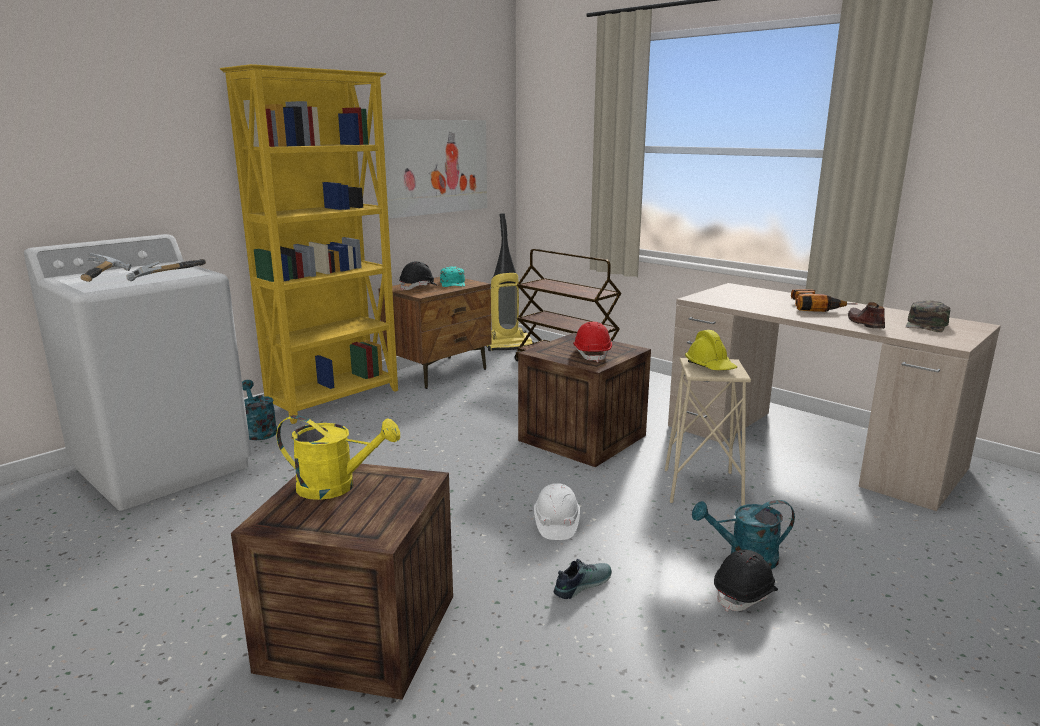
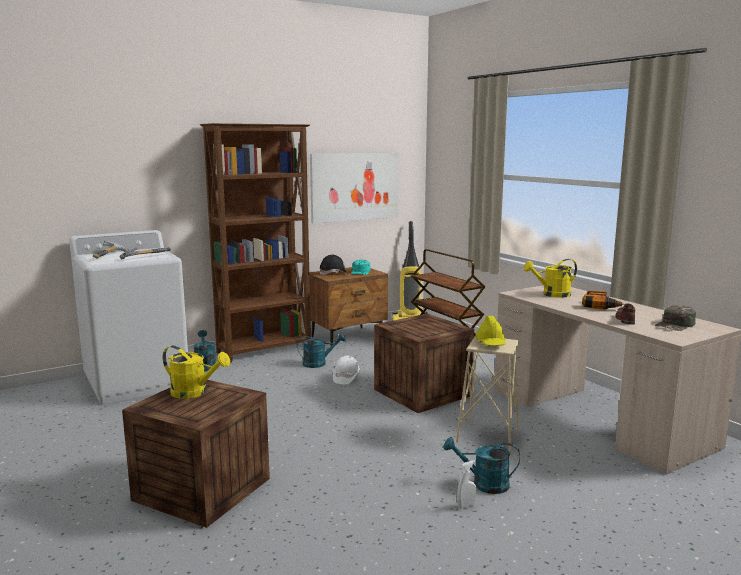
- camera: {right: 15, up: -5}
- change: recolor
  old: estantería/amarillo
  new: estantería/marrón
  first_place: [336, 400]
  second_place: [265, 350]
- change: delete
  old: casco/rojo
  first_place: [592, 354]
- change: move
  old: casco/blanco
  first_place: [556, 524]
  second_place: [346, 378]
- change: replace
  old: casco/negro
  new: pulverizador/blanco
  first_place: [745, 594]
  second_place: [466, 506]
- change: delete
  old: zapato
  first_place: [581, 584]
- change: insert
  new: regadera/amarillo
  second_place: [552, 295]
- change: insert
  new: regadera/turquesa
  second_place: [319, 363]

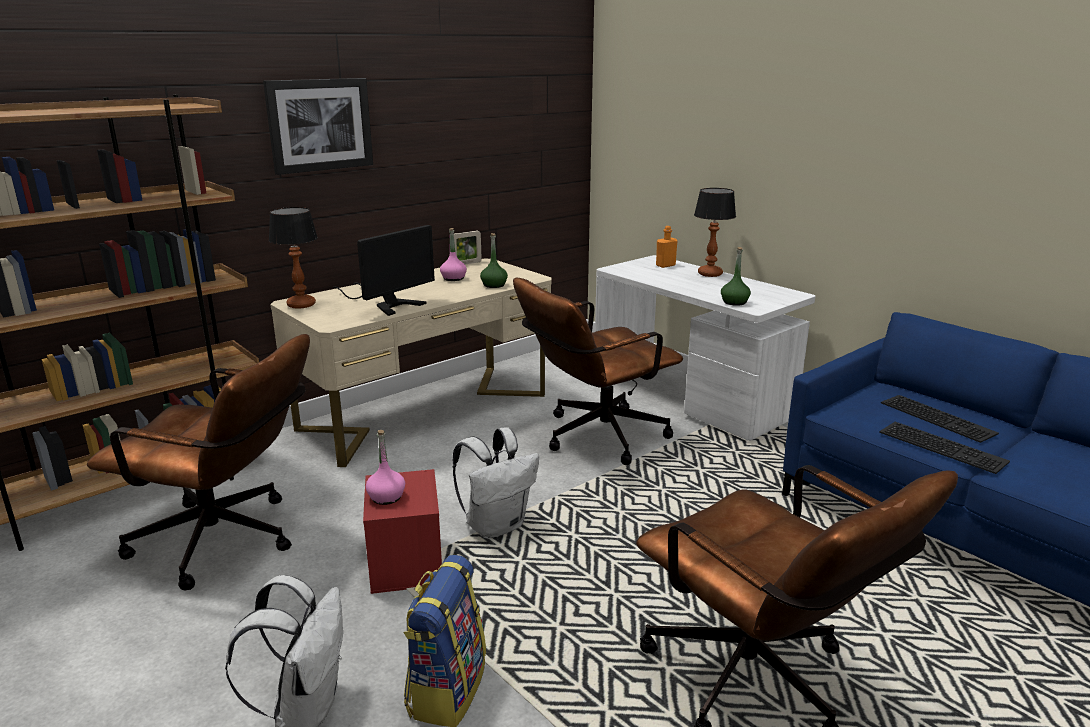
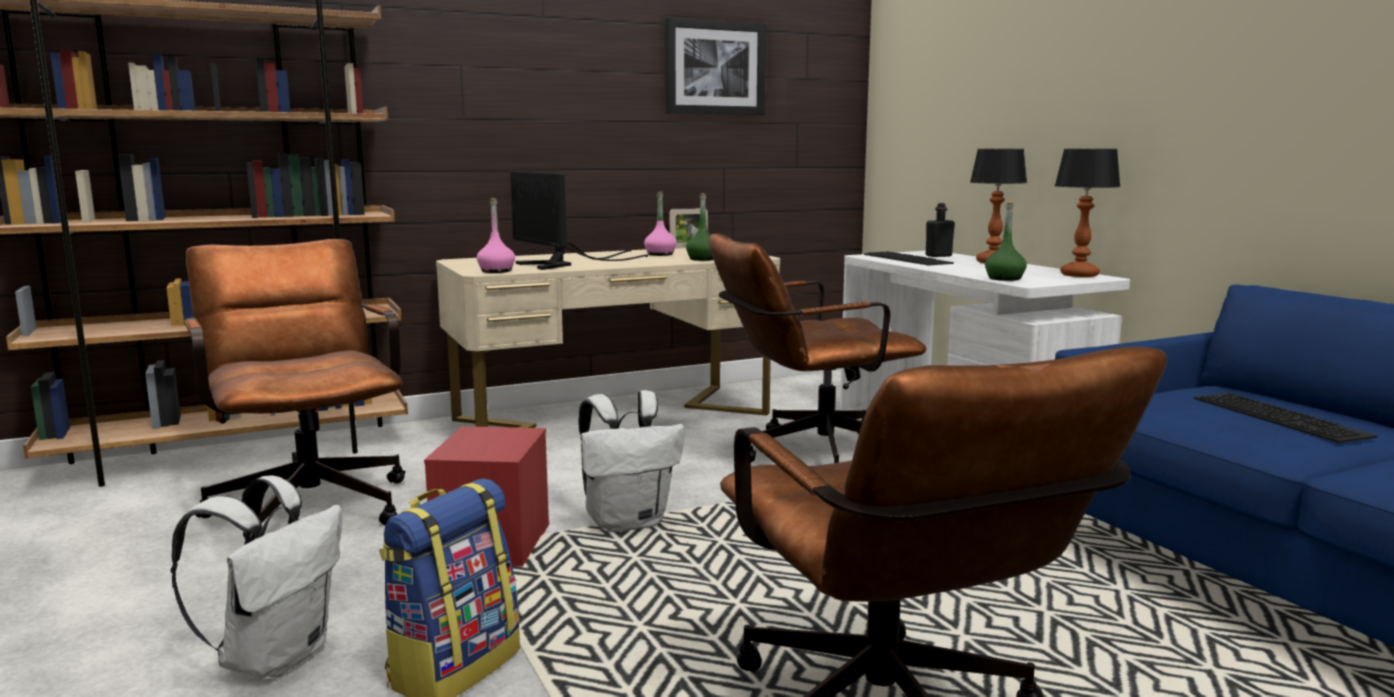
- camera: {right: 15, up: -10}
- change: move
  old: cuadro
  first_place: [320, 125]
  second_place: [715, 68]
- change: move
  old: lámpara de mesa
  first_place: [302, 305]
  second_place: [1080, 275]
- change: rotate
  old: monitor
  first_place: [387, 303]
  second_place: [562, 264]
  degrees: 90
- change: recolor
  old: botella/naranja
  new: botella/negro
  first_place: [665, 265]
  second_place: [938, 256]
- change: rotate
  old: silla de oficina/marrón
  first_place: [228, 542]
  second_place: [309, 503]
  degrees: -150
- change: move
  old: teclado
  first_place: [944, 446]
  second_place: [909, 259]
- change: move
  old: botella/rosa
  first_place: [386, 497]
  second_place: [496, 271]

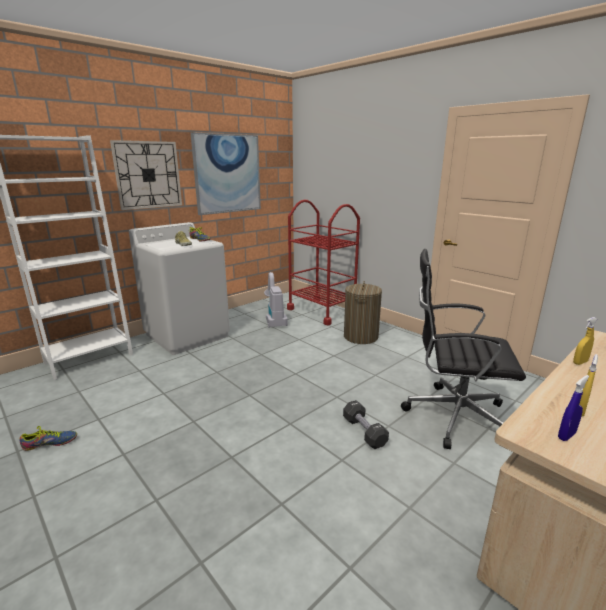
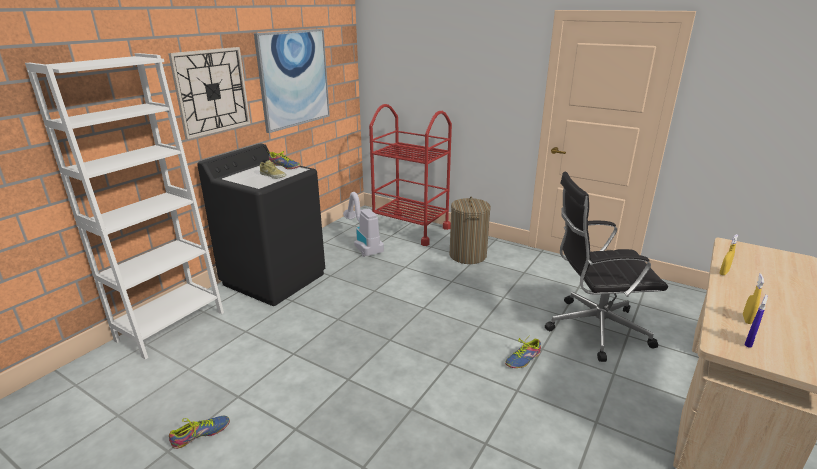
- camera: {right: -15, up: 5}
- change: recolor
  old: lavadora/blanco
  new: lavadora/negro
  first_place: [187, 335]
  second_place: [274, 279]
- change: replace
  old: mancuerna/negro
  new: zapato
  first_place: [364, 432]
  second_place: [523, 359]

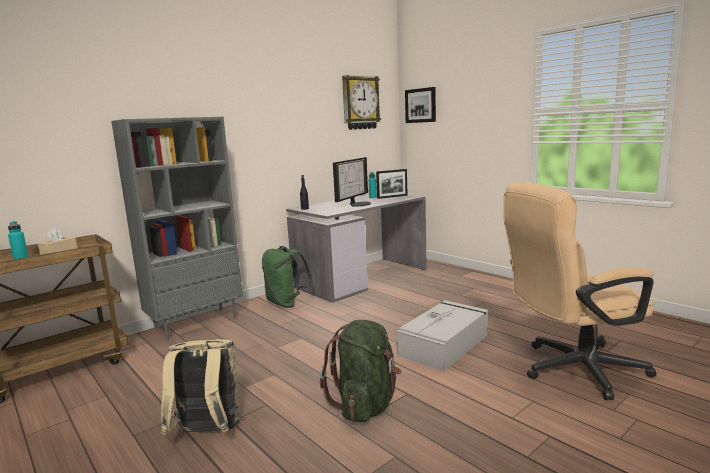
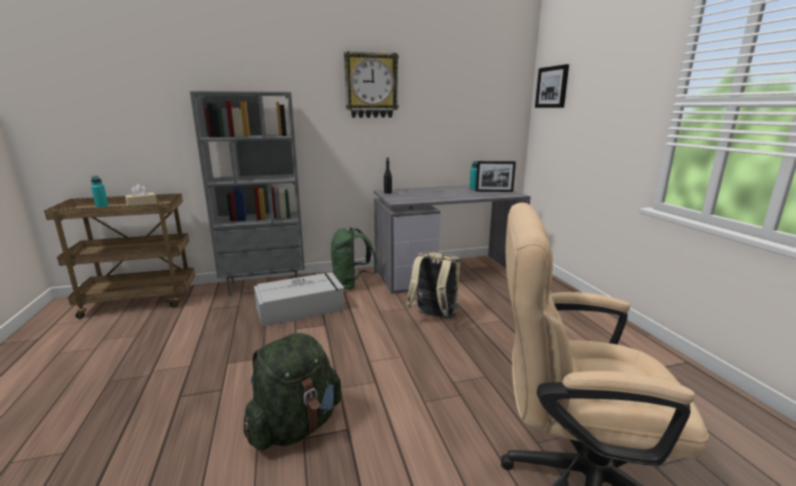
- camera: {right: 25, up: 5}
- change: move
  old: reloj de pared
  first_place: [360, 103]
  second_place: [371, 86]
- change: delete
  old: monitor
  first_place: [358, 204]
- change: move
  old: caja de almacenaje/gris
  first_place: [445, 344]
  second_place: [301, 308]
- change: move
  old: mochila/beis
  first_place: [208, 433]
  second_place: [434, 317]

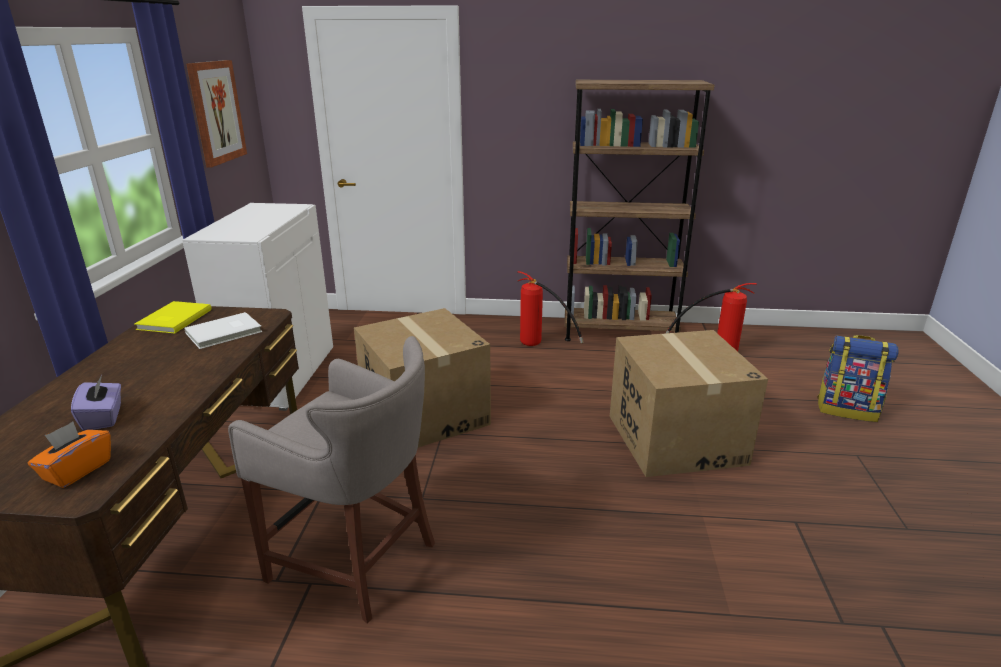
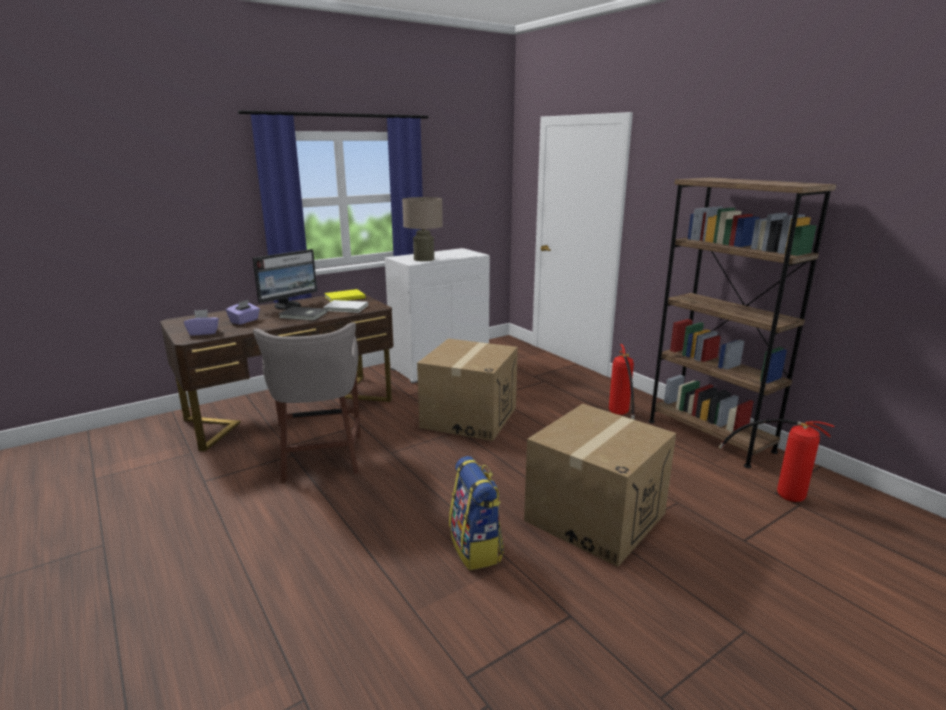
- camera: {right: 50, up: -5}
- change: delete
  old: cuadro
  first_place: [216, 112]
- change: move
  old: mochila
  first_place: [847, 409]
  second_place: [476, 548]
- change: recolor
  old: caja de pañuelos/naranja
  new: caja de pañuelos/morado
  first_place: [77, 470]
  second_place: [203, 332]
- change: insert
  new: lámpara de mesa/beis
  second_place: [423, 259]
- change: insert
  new: monitor
  second_place: [288, 306]
- change: insert
  new: libro/gris
  second_place: [303, 315]

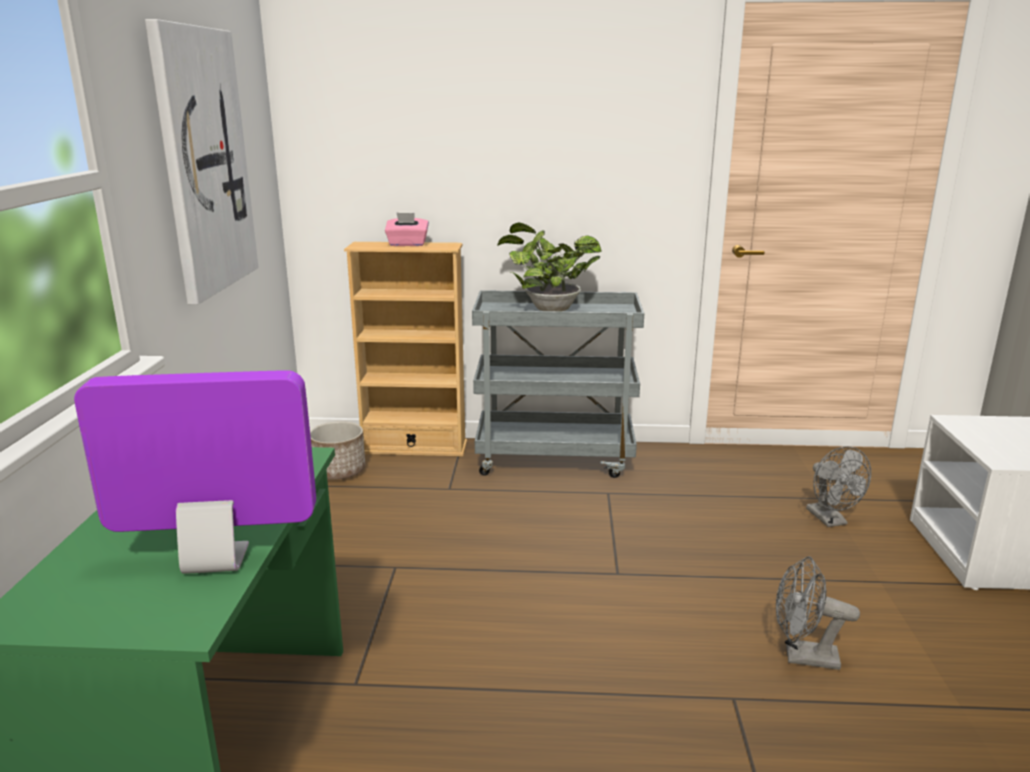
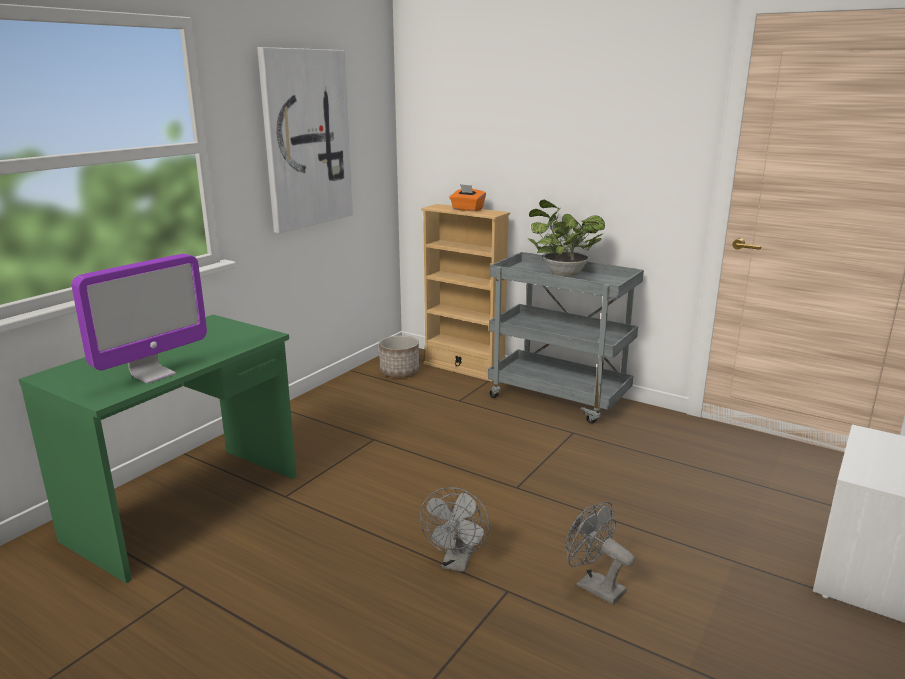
- camera: {right: 30, up: 0}
- change: recolor
  old: caja de pañuelos/rosa
  new: caja de pañuelos/naranja
  first_place: [407, 244]
  second_place: [467, 209]
- change: rotate
  old: monitor
  first_place: [216, 560]
  second_place: [153, 374]
  degrees: 105
- change: move
  old: ventilador/gris
  first_place: [830, 520]
  second_place: [457, 563]

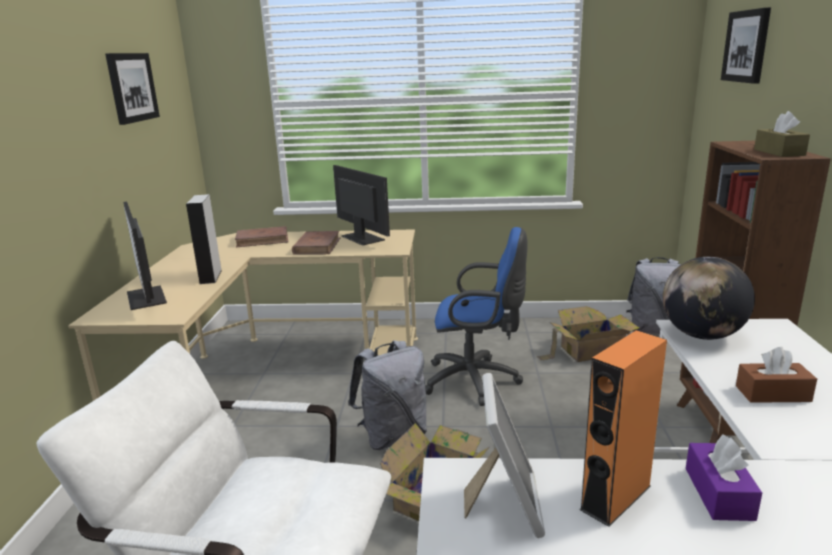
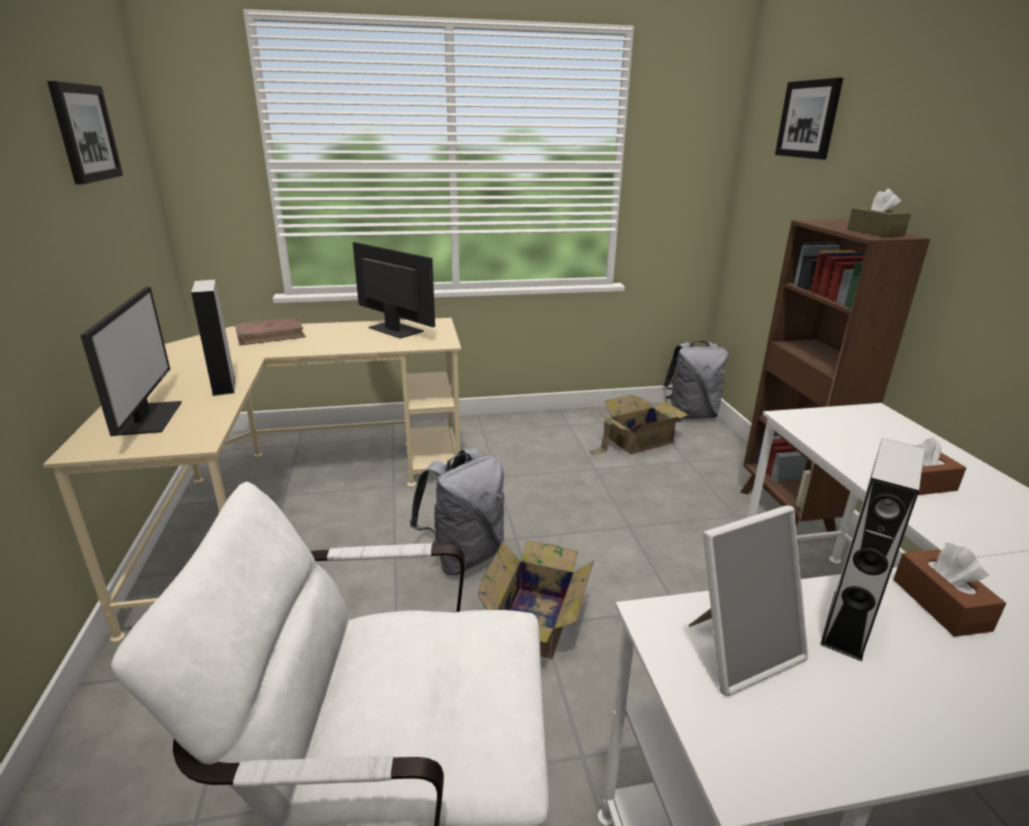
- camera: {right: -15, up: 5}
- change: rotate
  old: monitor
  first_place: [147, 297]
  second_place: [147, 417]
  degrees: -150
- change: delete
  old: silla de oficina/azul
  first_place: [476, 381]
- change: delete
  old: libro/marrón
  first_place: [317, 246]
- change: delete
  old: globo terráqueo
  first_place: [701, 335]
- change: recolor
  old: altavoz/naranja
  new: altavoz/gris
  first_place: [615, 497]
  second_place: [847, 624]
- change: rotate
  old: portarretratos
  first_place: [504, 504]
  second_place: [739, 650]
  degrees: 75
- change: recolor
  old: caja de pañuelos/morado
  new: caja de pañuelos/marrón
  first_place: [719, 493]
  second_place: [940, 604]

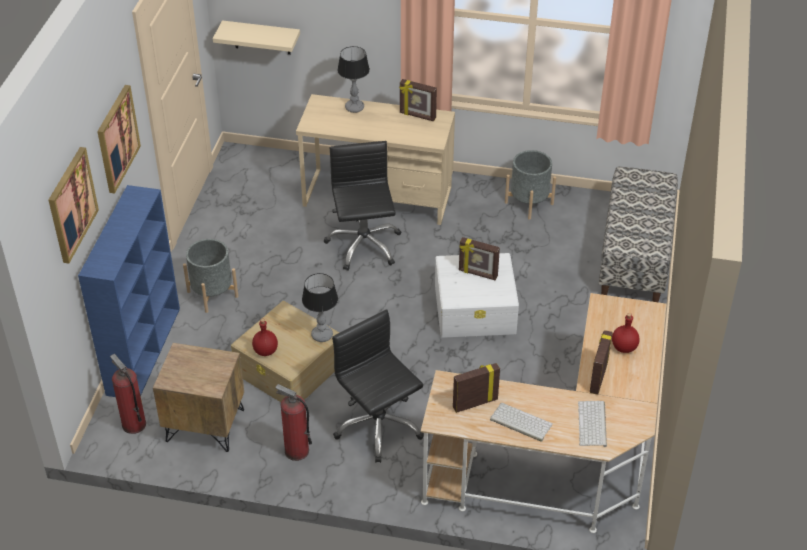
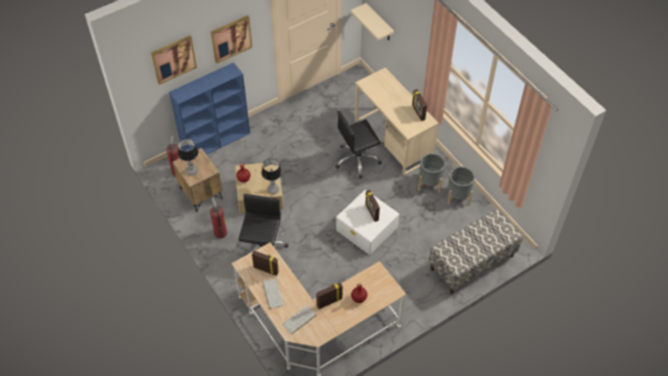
- camera: {right: 45, up: 10}
- change: move
  old: lámpara de mesa
  first_place: [354, 108]
  second_place: [191, 171]
- change: rotate
  old: silla de oficina/negro
  first_place: [363, 245]
  second_place: [357, 160]
  degrees: -150
- change: move
  old: maceta/gris
  first_place: [212, 294]
  second_place: [429, 182]

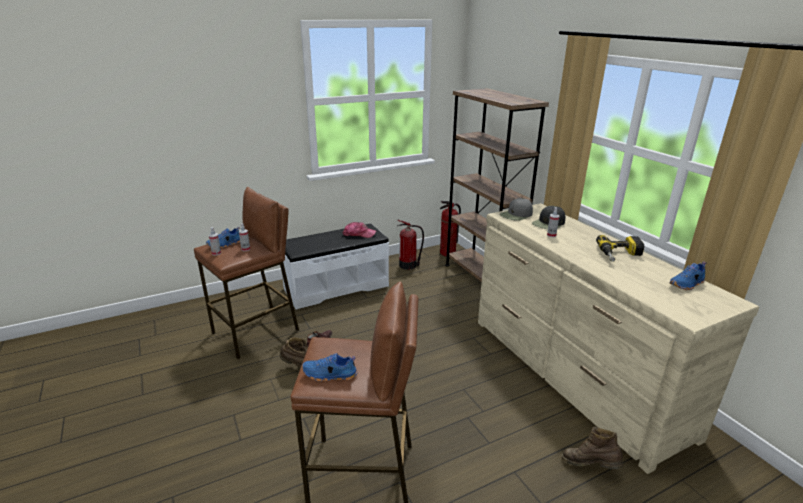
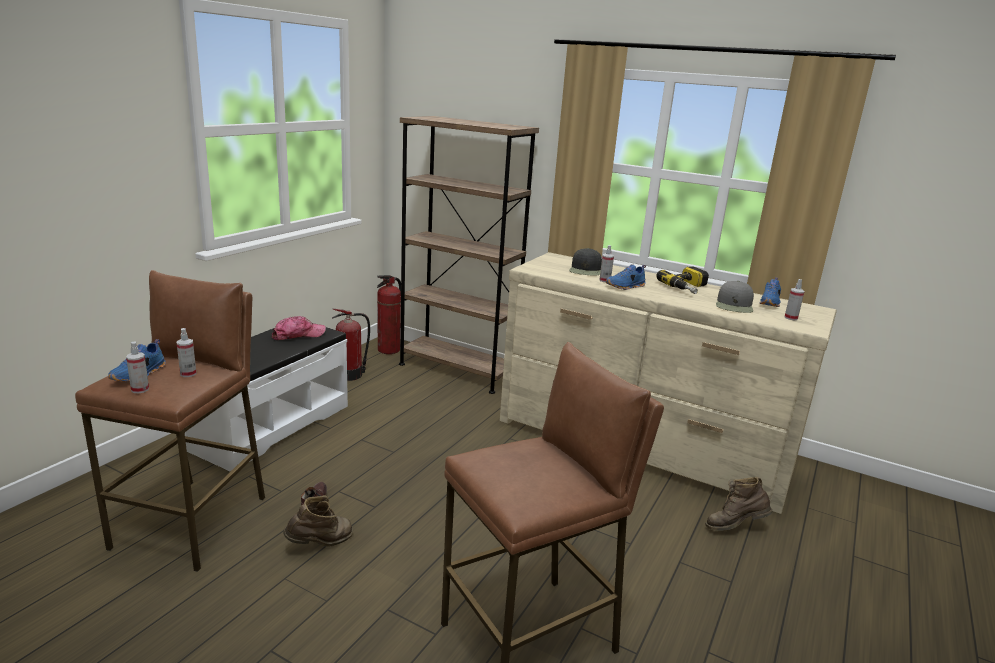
- camera: {right: -35, up: -5}
- change: move
  old: gorra/gris
  first_place: [516, 215]
  second_place: [734, 305]
- change: move
  old: zapato/azul
  first_place: [329, 375]
  second_place: [626, 286]
- change: insert
  new: pulverizador
  second_place: [791, 318]

